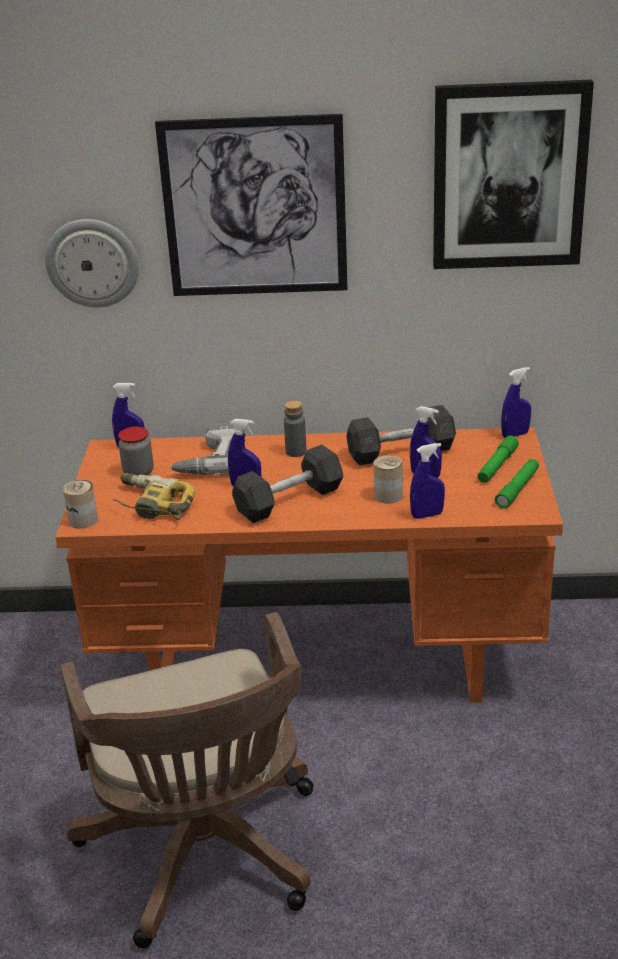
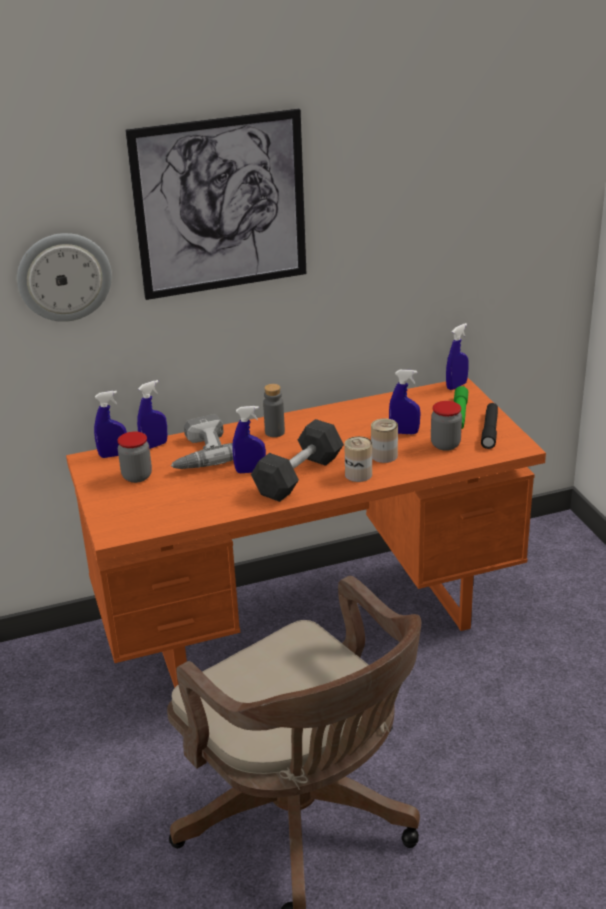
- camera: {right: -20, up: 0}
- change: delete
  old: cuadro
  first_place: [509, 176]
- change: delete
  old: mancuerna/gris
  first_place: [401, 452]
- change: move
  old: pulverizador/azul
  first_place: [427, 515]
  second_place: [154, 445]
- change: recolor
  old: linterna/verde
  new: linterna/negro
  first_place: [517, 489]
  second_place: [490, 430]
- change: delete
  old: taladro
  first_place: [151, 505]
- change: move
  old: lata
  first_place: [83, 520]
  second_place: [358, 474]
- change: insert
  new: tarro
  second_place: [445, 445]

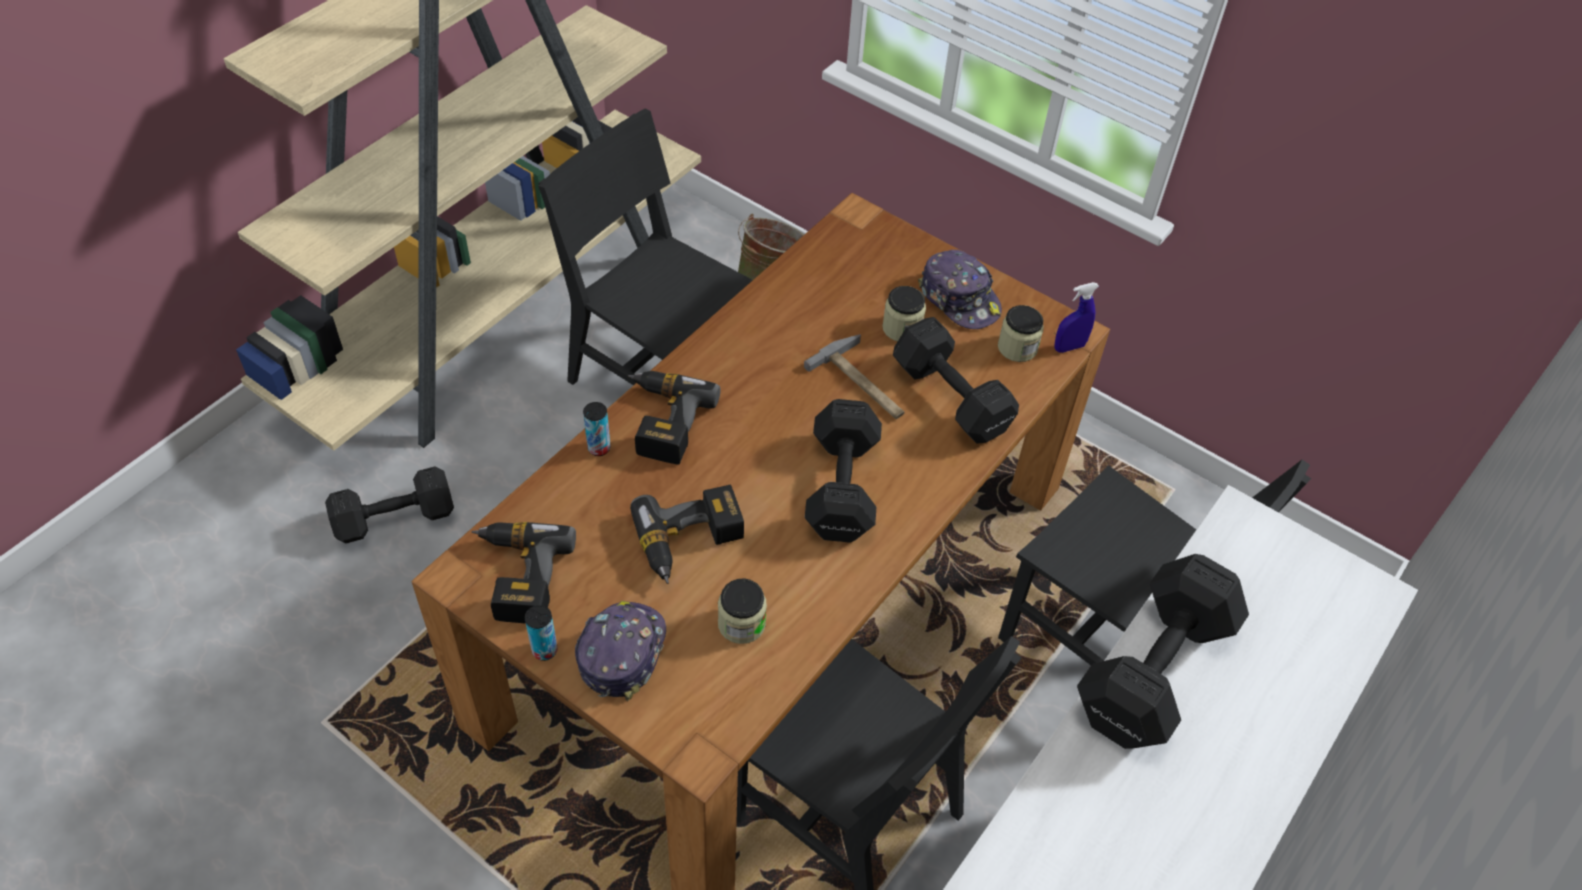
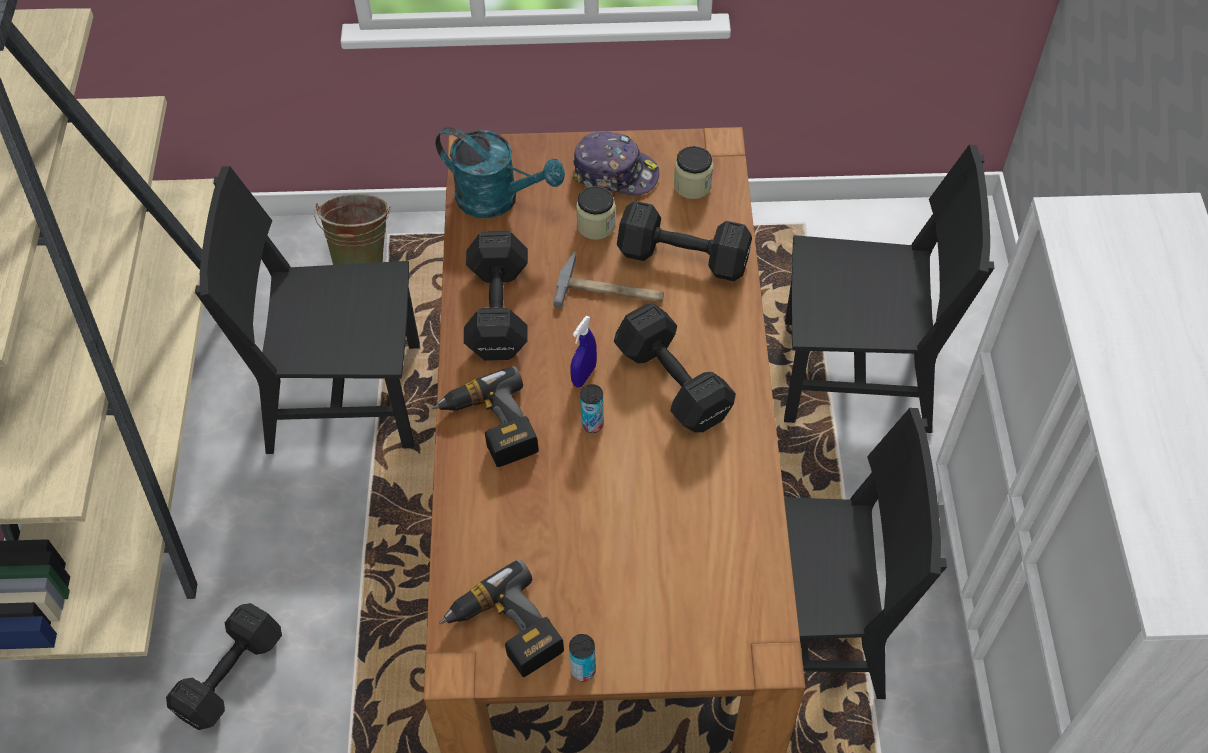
- camera: {right: -35, up: 5}
- change: move
  old: pulverizador/azul
  first_place: [1069, 347]
  second_place: [584, 375]
- change: move
  old: lata
  first_place: [599, 448]
  second_place: [592, 424]
- change: delete
  old: taladro
  first_place: [691, 542]
- change: move
  old: mancuerna/negro
  first_place: [1150, 672]
  second_place: [497, 313]
- change: delete
  old: tarro
  first_place: [741, 624]
- change: delete
  old: gorra
  first_place: [621, 652]
- change: insert
  new: regadera/turquesa
  second_place: [498, 199]

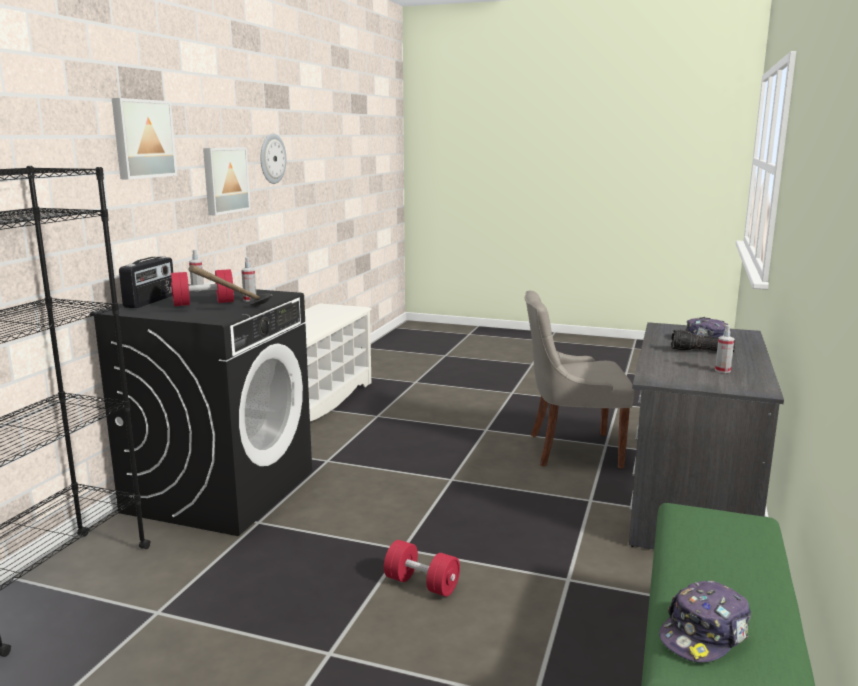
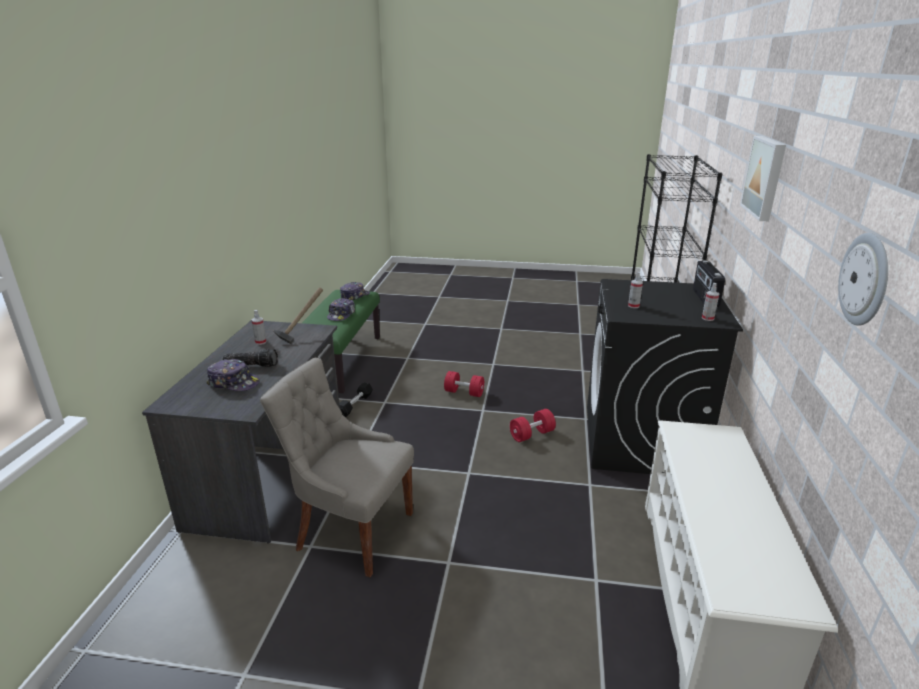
- camera: {right: 170, up: 10}
- change: delete
  old: cuadro
  first_place: [224, 180]
- change: move
  old: martillo
  first_place: [235, 313]
  second_place: [301, 333]
- change: move
  old: mancuerna/rojo
  first_place: [203, 303]
  second_place: [531, 434]
- change: rotate
  old: silla/gris
  first_place: [571, 450]
  second_place: [352, 531]
  degrees: -150
- change: insert
  new: gorra
  second_place: [341, 315]
- change: insert
  new: mancuerna/negro
  second_place: [355, 405]

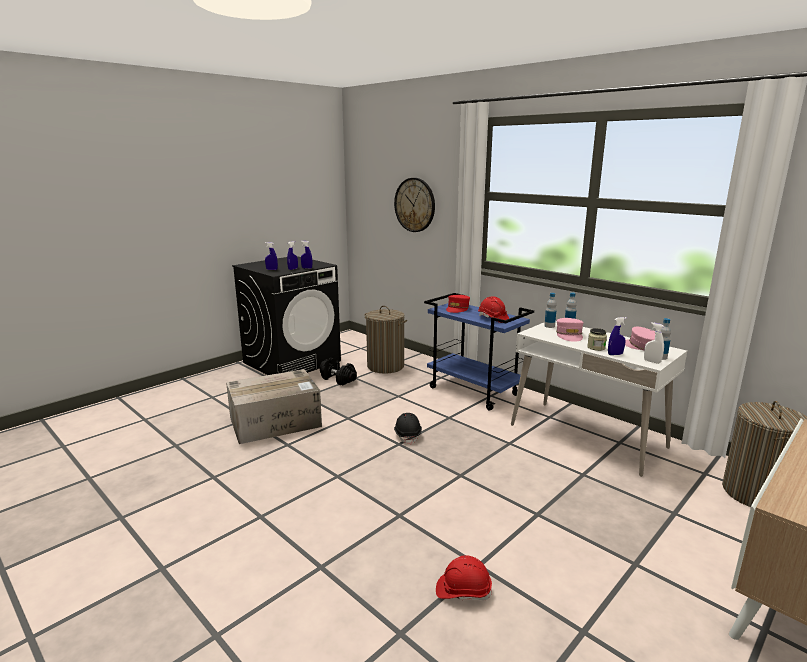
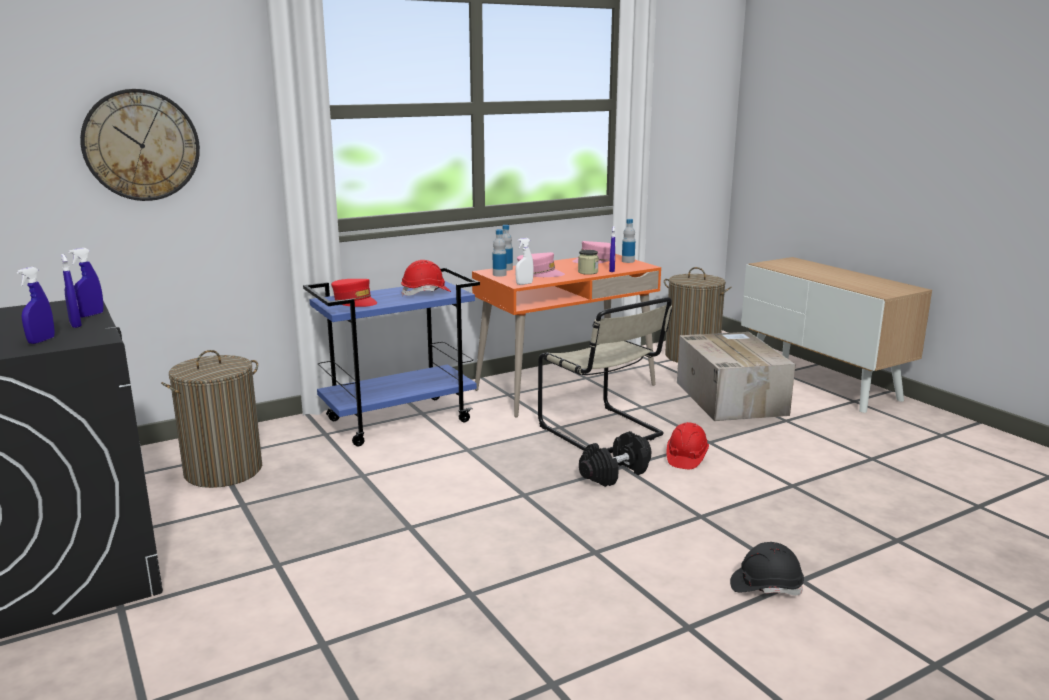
- camera: {right: -75, up: 0}
- change: recolor
  old: escritorio/blanco
  new: escritorio/naranja
  first_place: [587, 436]
  second_place: [565, 387]
- change: move
  old: pulverizador/blanco
  first_place: [652, 361]
  second_place: [524, 284]
- change: move
  old: mancuerna/negro
  first_place: [338, 379]
  second_place: [615, 474]
- change: move
  old: caja de cartón
  first_place: [276, 421]
  second_place: [729, 397]
- change: move
  old: casco/negro
  first_place: [407, 435]
  second_place: [765, 587]
- change: move
  old: casco/rojo
  first_place: [463, 590]
  second_place: [686, 458]
- change: insert
  new: silla/beis
  second_place: [604, 432]

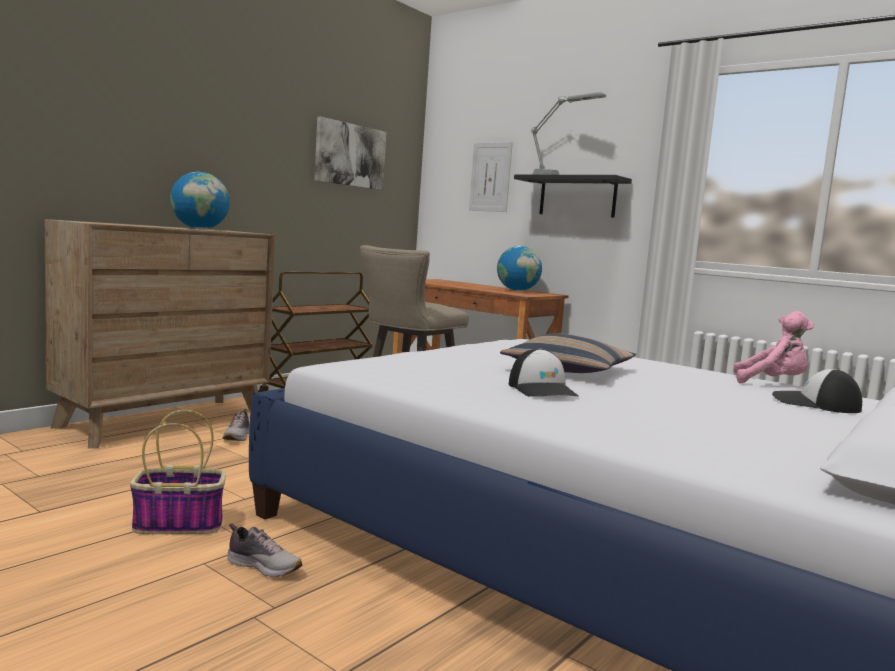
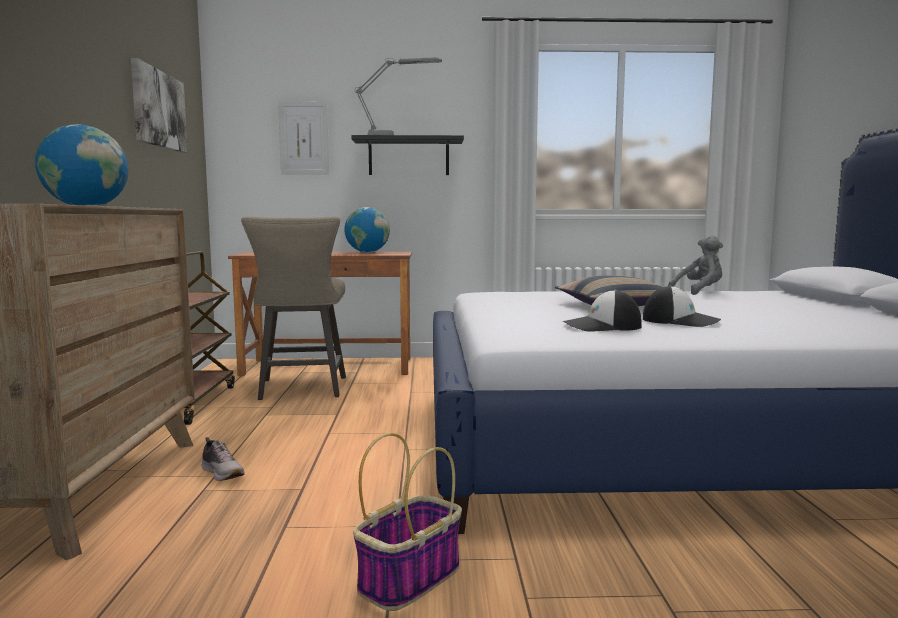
- camera: {right: -40, up: 0}
- change: recolor
  old: peluche/rosa
  new: peluche/gris
  first_place: [772, 383]
  second_place: [699, 291]
- change: move
  old: gorra
  first_place: [814, 404]
  second_place: [602, 326]
- change: delete
  old: zapato
  first_place: [264, 566]

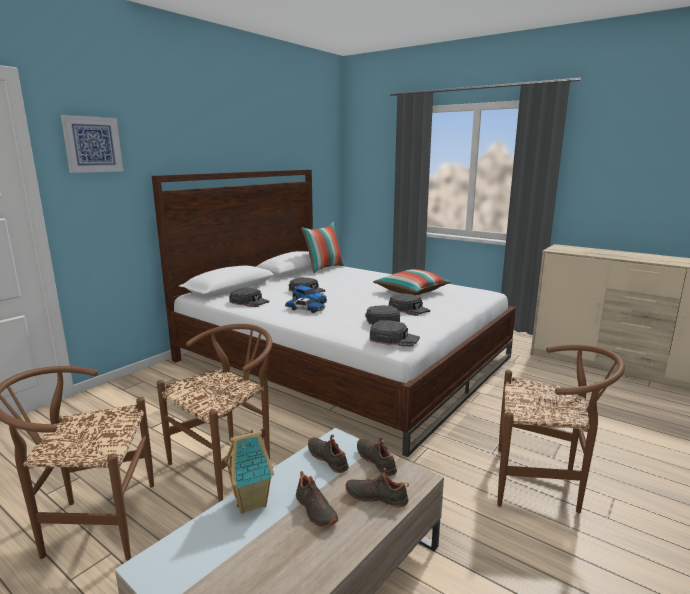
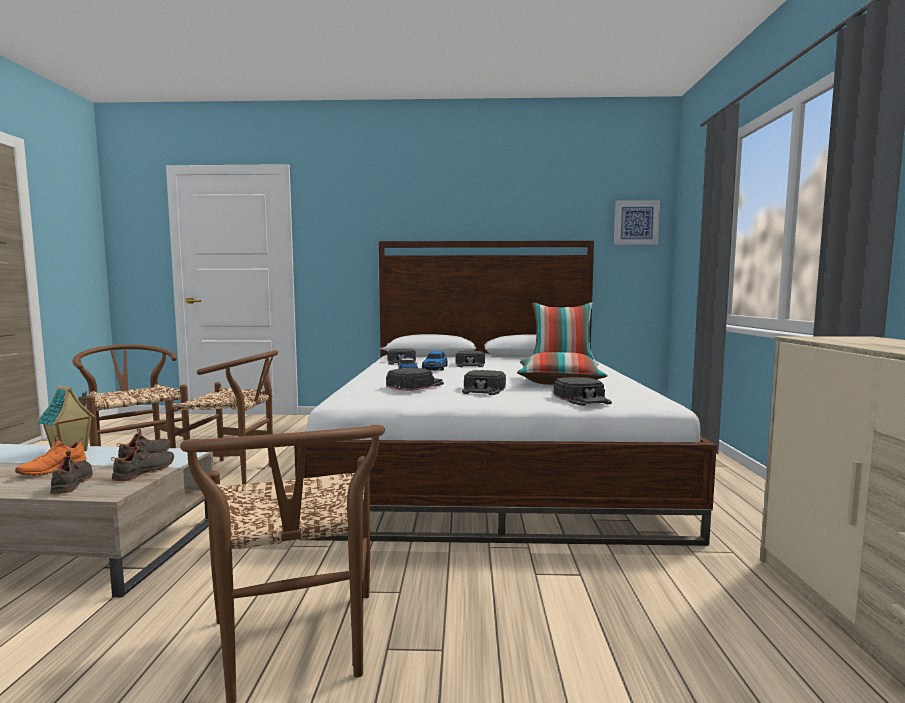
- camera: {right: 55, up: -10}
- change: move
  old: cuadro
  first_place: [92, 144]
  second_place: [636, 223]
- change: move
  old: gorra/negro
  first_place: [394, 338]
  second_place: [582, 398]
- change: recolor
  old: zapato/negro
  new: zapato/naranja
  first_place: [314, 511]
  second_place: [52, 469]

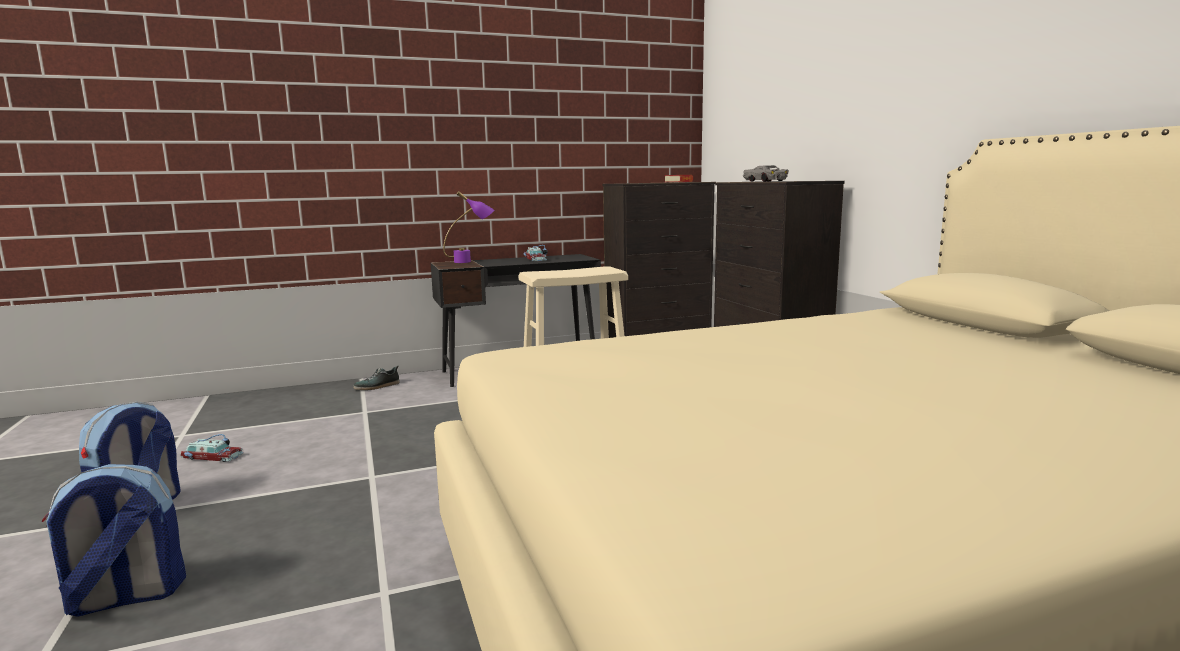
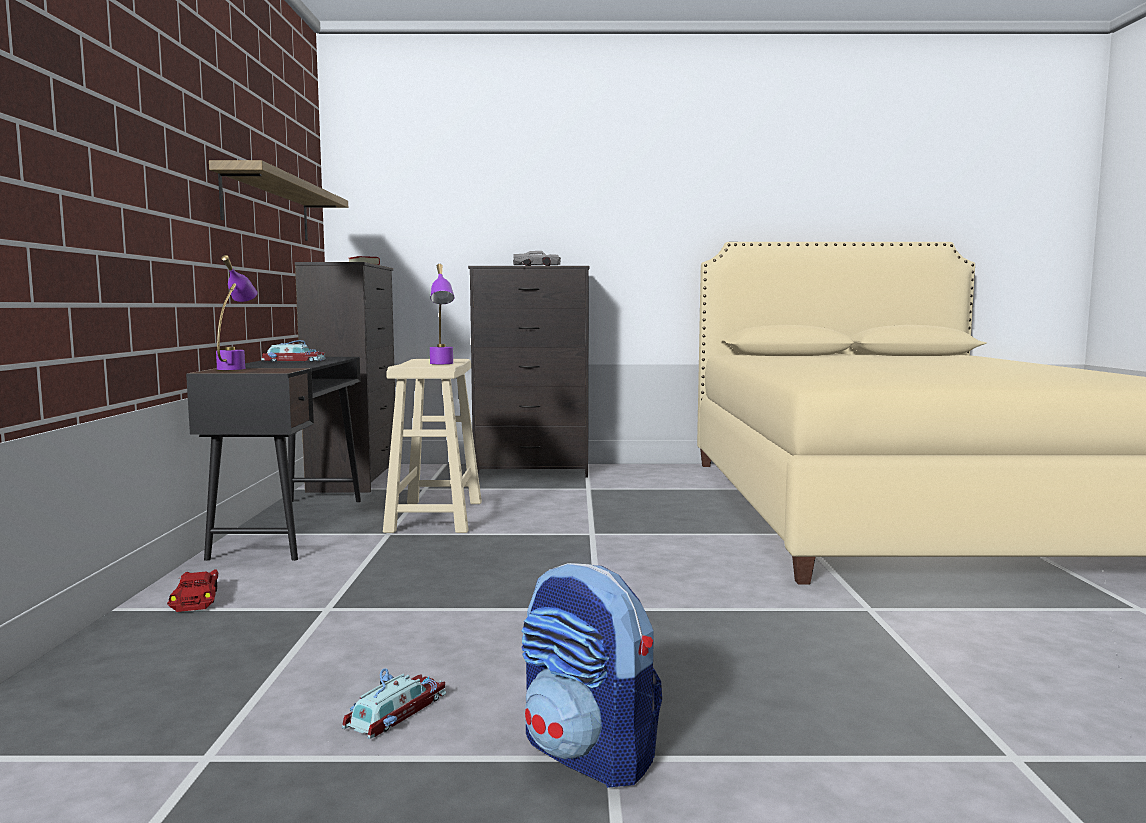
- camera: {right: -70, up: -5}
- change: replace
  old: zapato
  new: coche de juguete/rojo
  first_place: [377, 386]
  second_place: [197, 599]
- change: delete
  old: mochila
  first_place: [125, 598]
- change: insert
  new: estante
  second_place: [268, 207]
- change: insert
  new: lámpara de mesa/morado
  second_place: [442, 364]

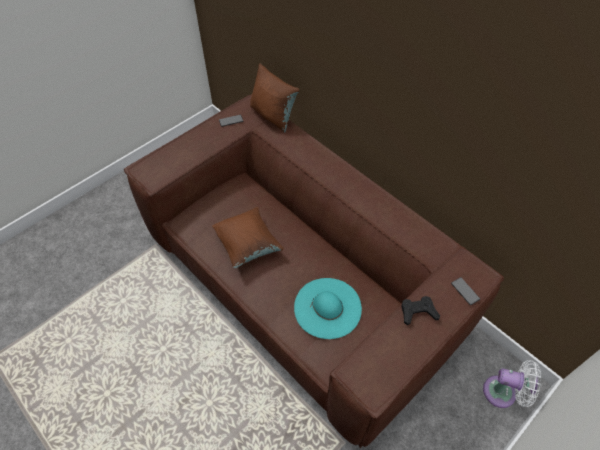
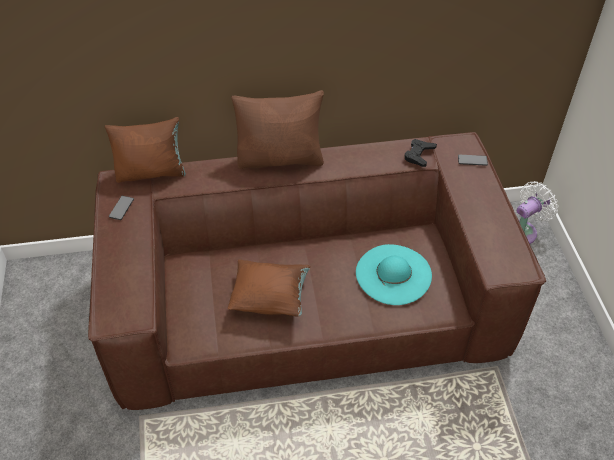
- camera: {right: -55, up: -5}
- change: move
  old: mando de consola/negro
  first_place: [418, 312]
  second_place: [419, 155]
- change: insert
  new: cojín/marrón
  second_place: [280, 158]

